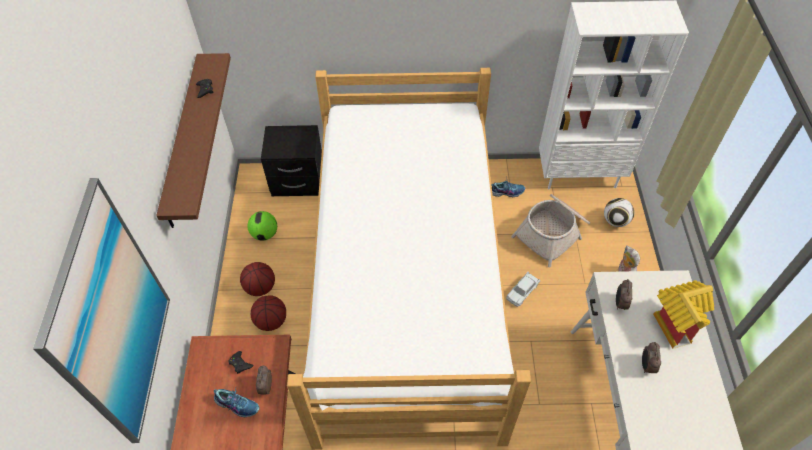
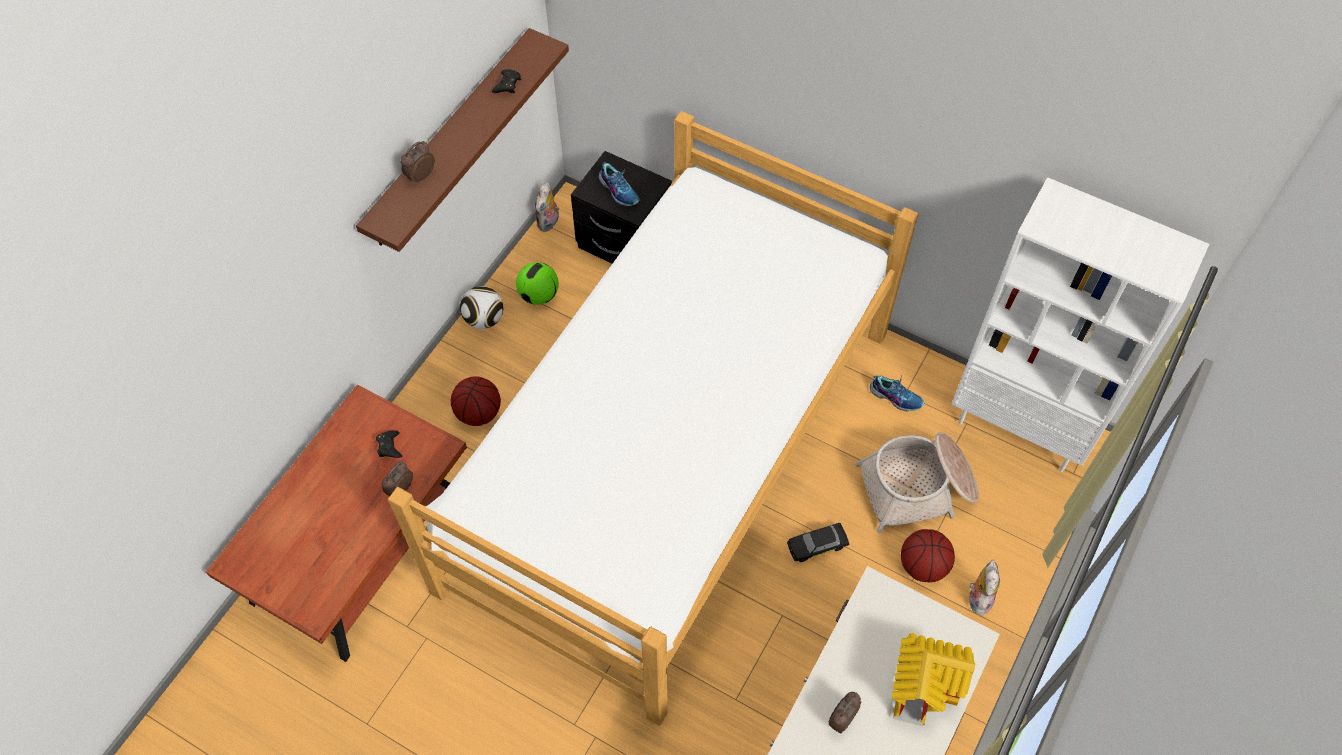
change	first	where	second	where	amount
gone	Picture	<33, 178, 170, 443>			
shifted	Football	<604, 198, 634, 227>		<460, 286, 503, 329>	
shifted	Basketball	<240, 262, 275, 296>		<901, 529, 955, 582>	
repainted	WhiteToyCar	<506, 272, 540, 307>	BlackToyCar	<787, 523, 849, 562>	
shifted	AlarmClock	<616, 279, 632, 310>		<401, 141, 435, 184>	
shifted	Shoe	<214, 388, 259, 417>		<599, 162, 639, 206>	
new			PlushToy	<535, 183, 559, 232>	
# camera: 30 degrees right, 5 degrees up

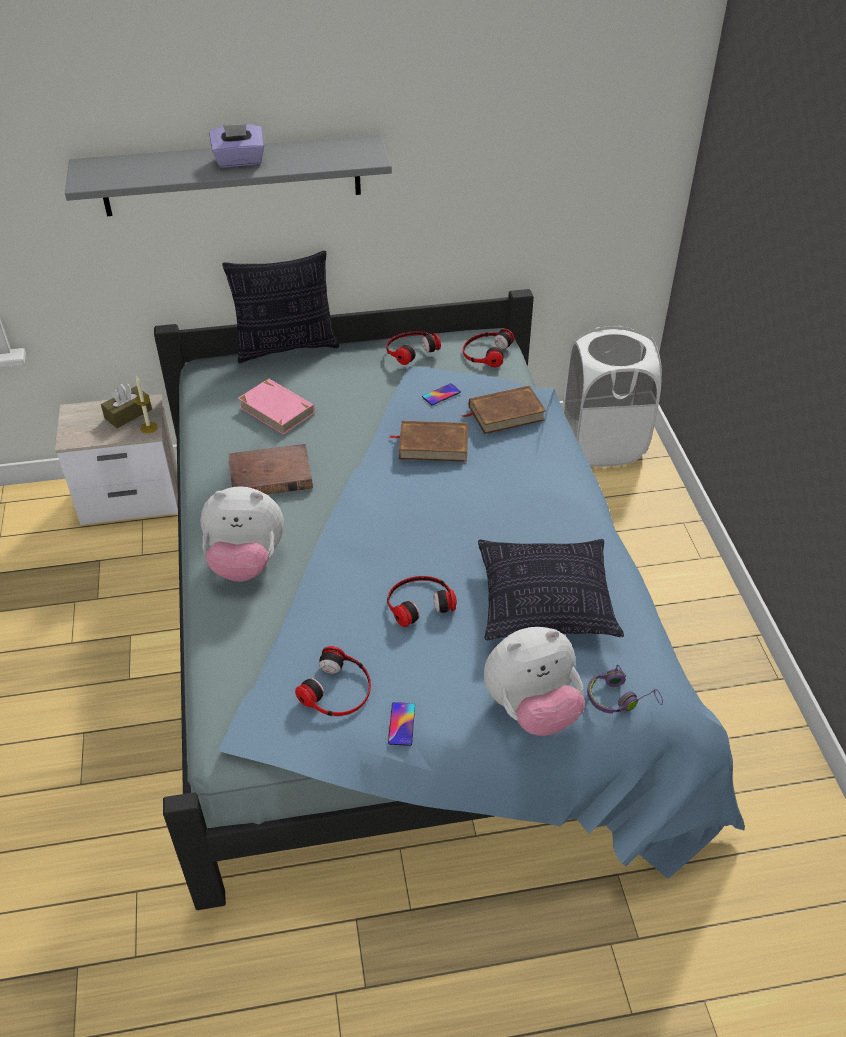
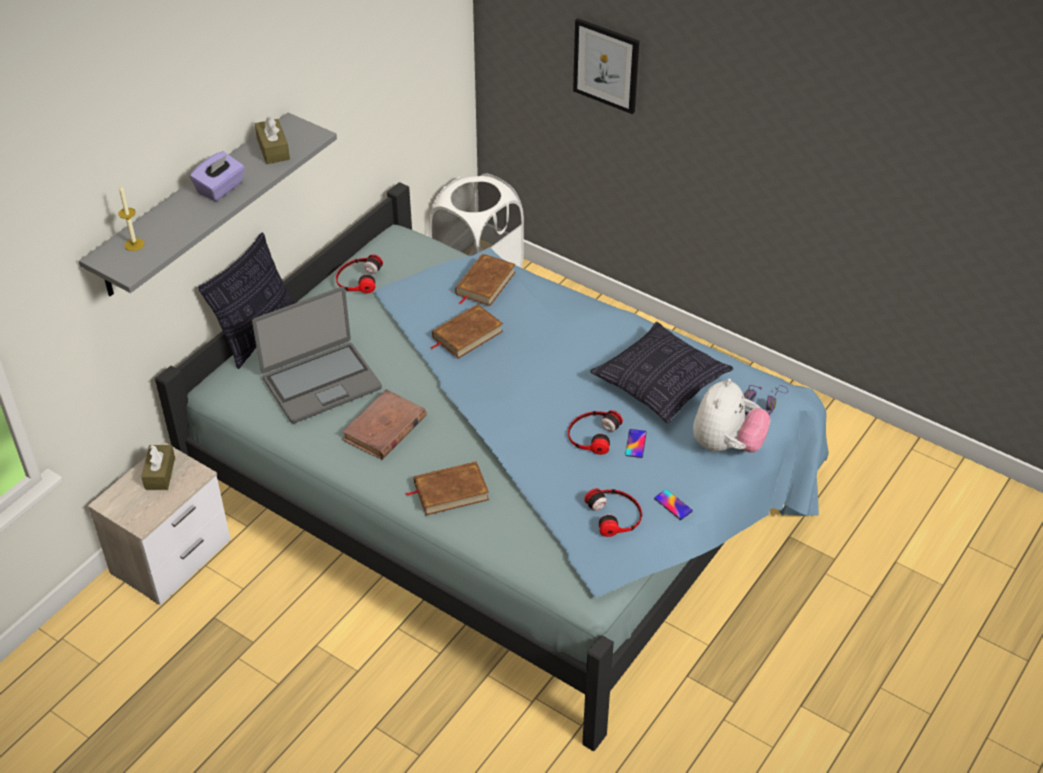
change	first	where	second	where	amount
gone	Headphones	<463, 329, 514, 368>			
shifted	Candle	<135, 376, 158, 433>		<118, 185, 145, 251>	
swapped	PinkBook	<238, 378, 315, 435>	Laptop	<252, 287, 382, 423>	
shifted	Phone	<422, 383, 461, 405>		<625, 429, 647, 458>	
swapped	PlushToy	<200, 486, 284, 582>	BrownBook	<406, 461, 489, 515>	
new			Picture	<573, 18, 639, 114>	
new			BrownTissueBox	<255, 115, 290, 164>	
# camera: 45 degrees left, 0 degrees up

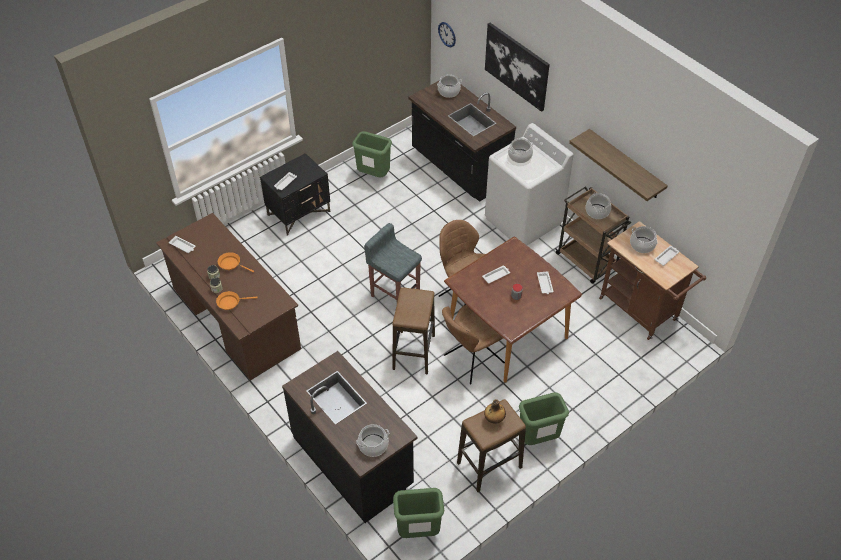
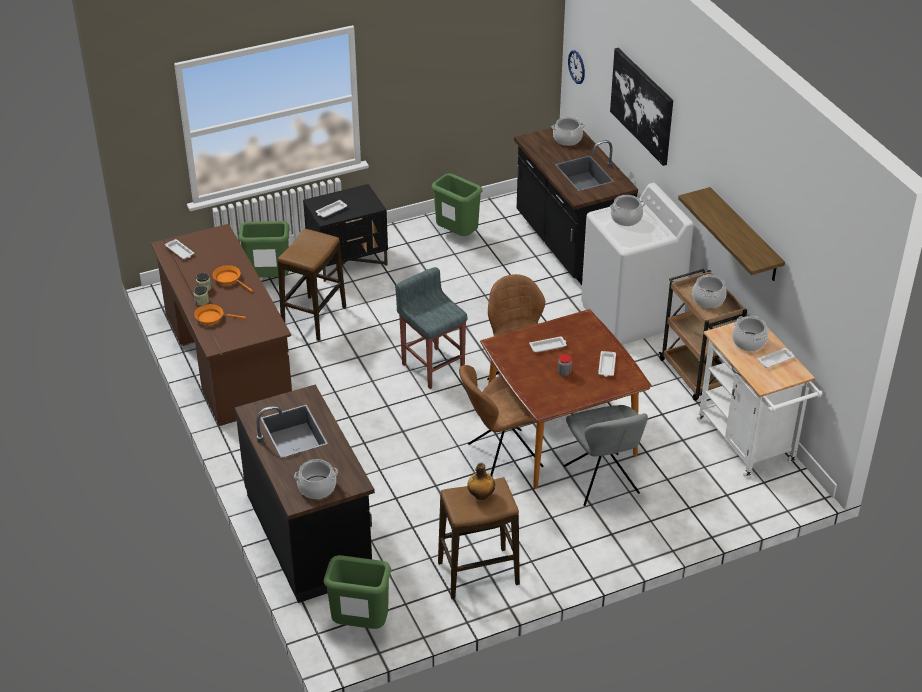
change	first	where	second	where	amount
repainted	BrownCart	<599, 221, 706, 340>	WhiteCart	<697, 316, 823, 477>	
shifted	Stool	<392, 287, 435, 374>		<278, 228, 346, 341>	
shifted	GreenTrashCan	<519, 392, 569, 445>		<238, 221, 290, 277>	
new			GreyChair	<564, 405, 648, 506>	
# camera: 15 degrees right, 10 degrees down

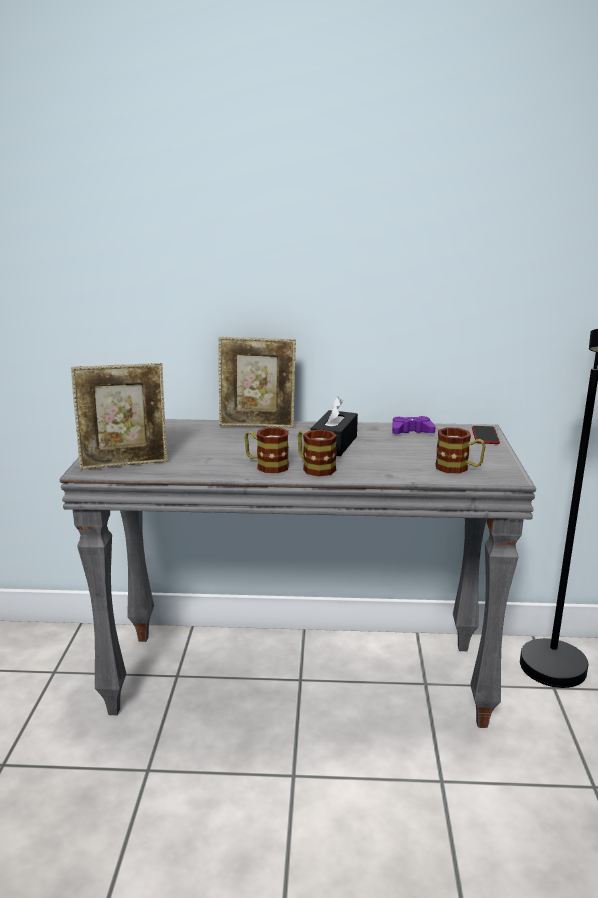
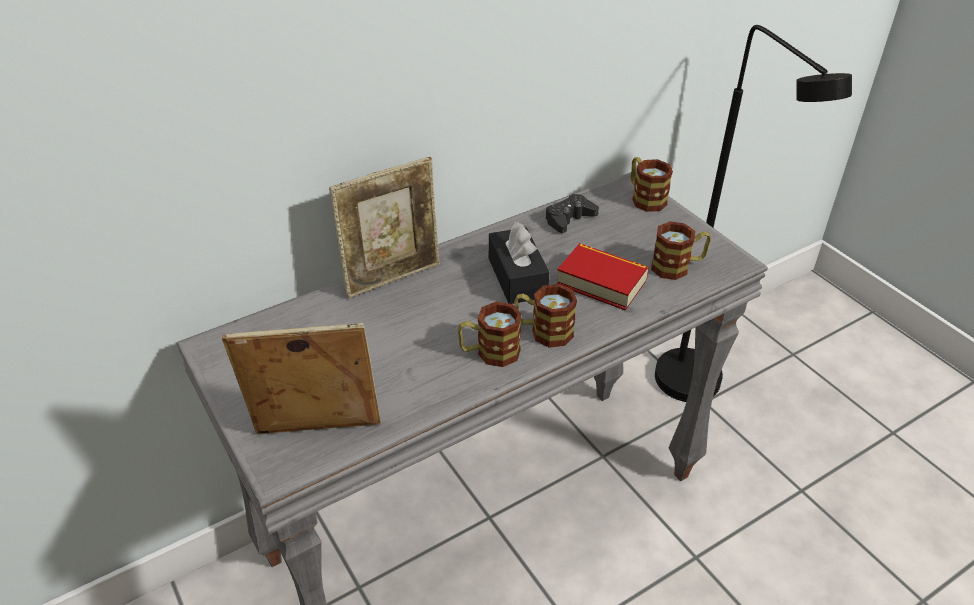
change	first	where	second	where	amount
rotated	PictureFrame	<71, 363, 168, 470>		<222, 323, 381, 434>	135 degrees counterclockwise
repainted	PurpleGameController	<392, 416, 436, 434>	BlackGameController	<545, 194, 599, 233>	
swapped	Phone	<472, 426, 500, 444>	Mug	<631, 157, 673, 212>	
new			Book	<557, 243, 649, 311>	
# camera: 35 degrees left, 20 degrees up

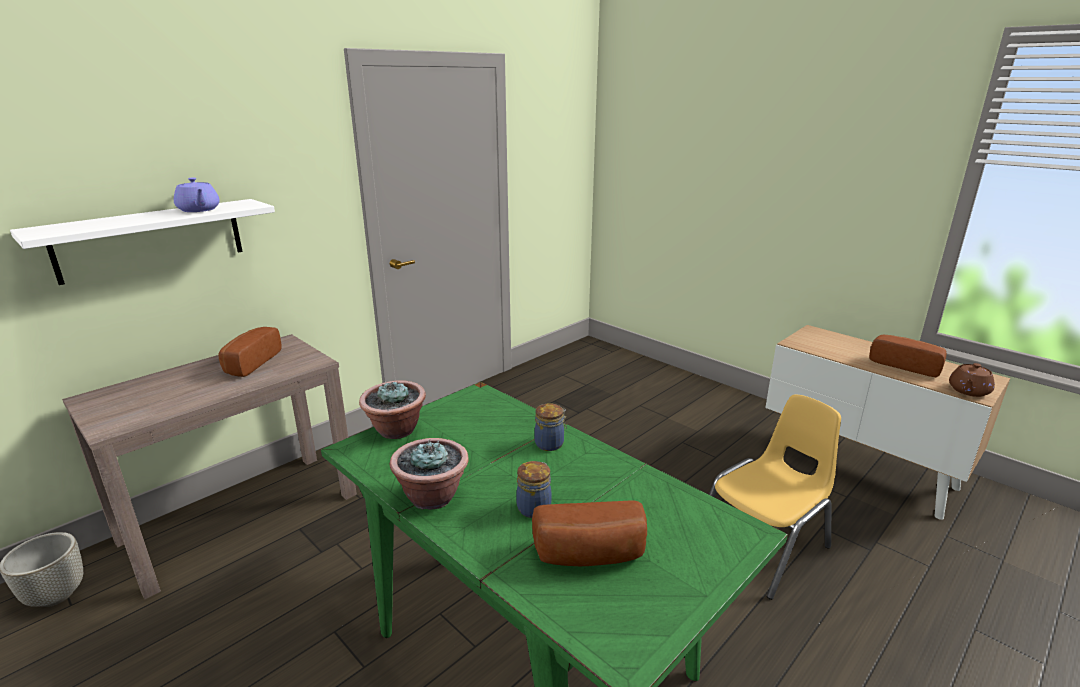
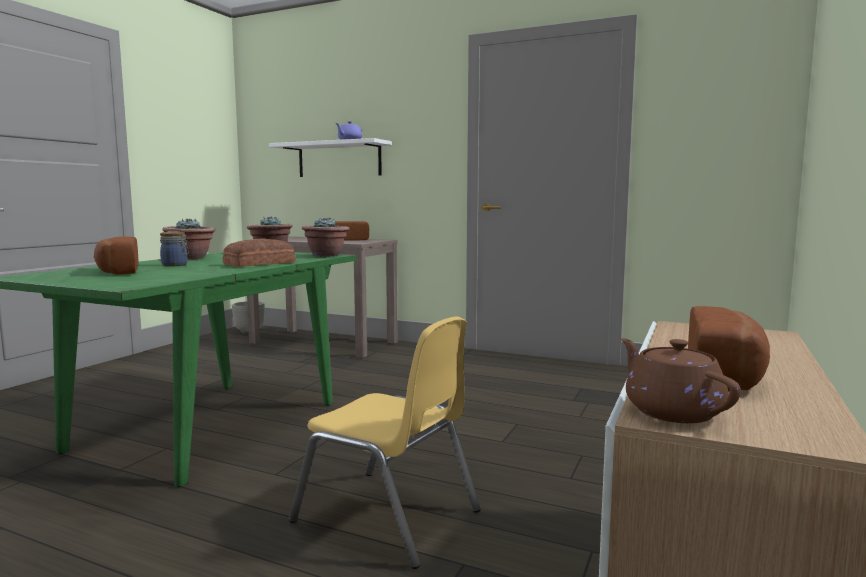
change	first	where	second	where	amount
rotated	BrownTeapot	<949, 363, 995, 397>		<621, 338, 741, 423>	45 degrees clockwise
swapped	Jar	<534, 403, 567, 451>	Bread	<223, 238, 296, 267>	
new			PottedPlant	<302, 218, 349, 257>	
# camera: 70 degrees right, 15 degrees down

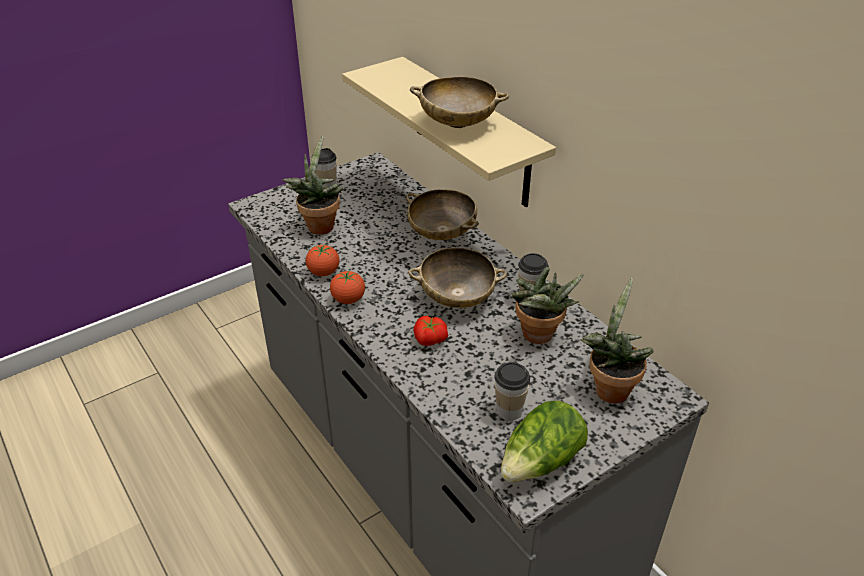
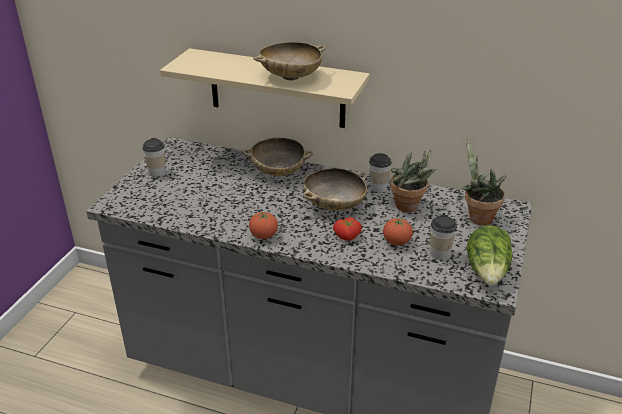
change	first	where	second	where	amount
gone	PottedPlant	<282, 136, 343, 235>			
shifted	Tomato	<306, 244, 339, 276>		<383, 217, 413, 246>	
# camera: 35 degrees left, 5 degrees down

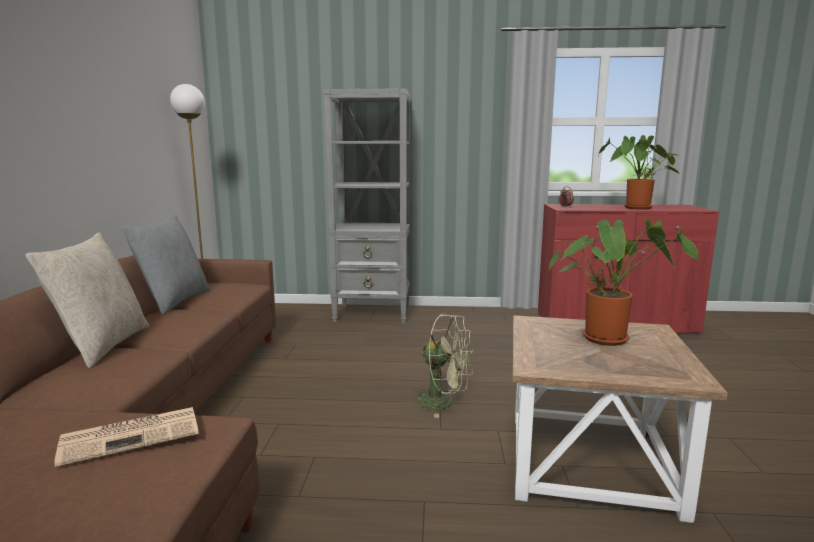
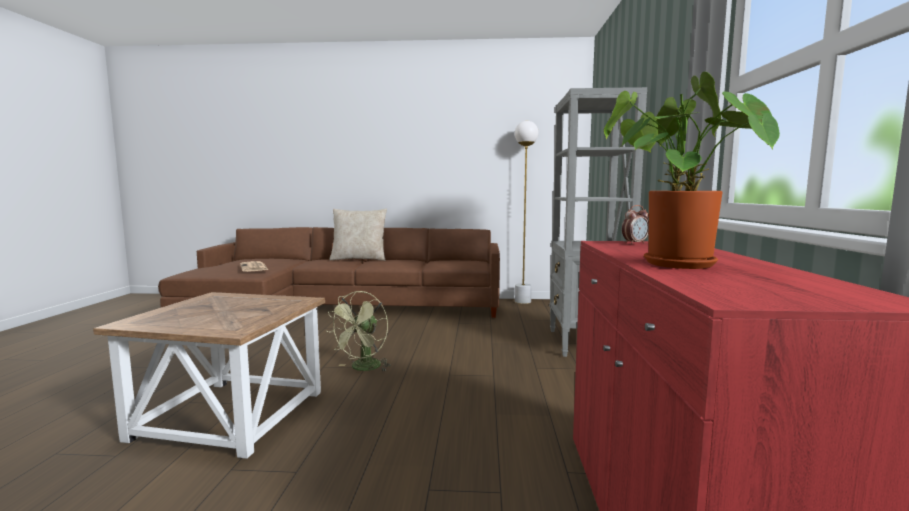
change	first	where	second	where	amount
gone	GreyPillow	<121, 214, 210, 315>			
gone	PottedPlant	<549, 220, 698, 346>			
# camera: 90 degrees right, 5 degrees down

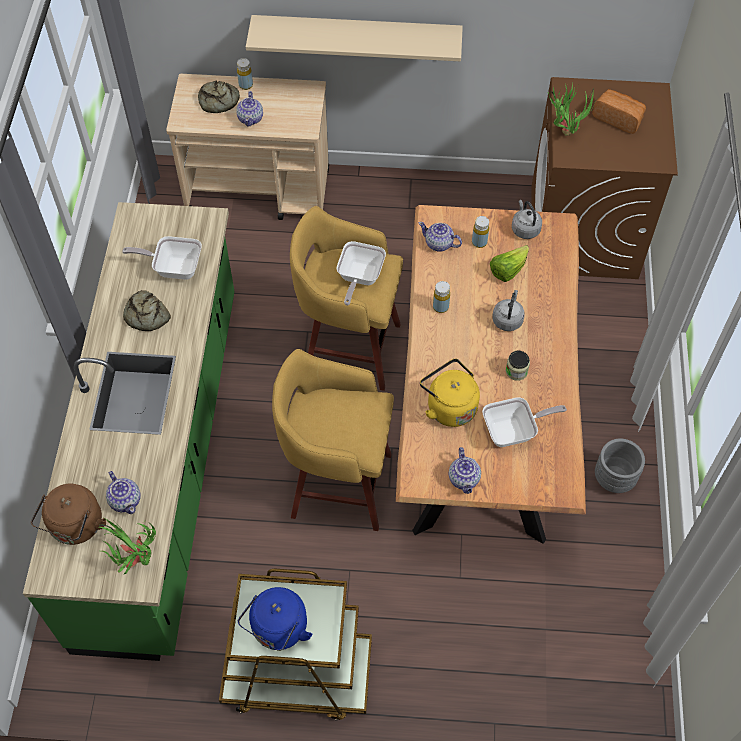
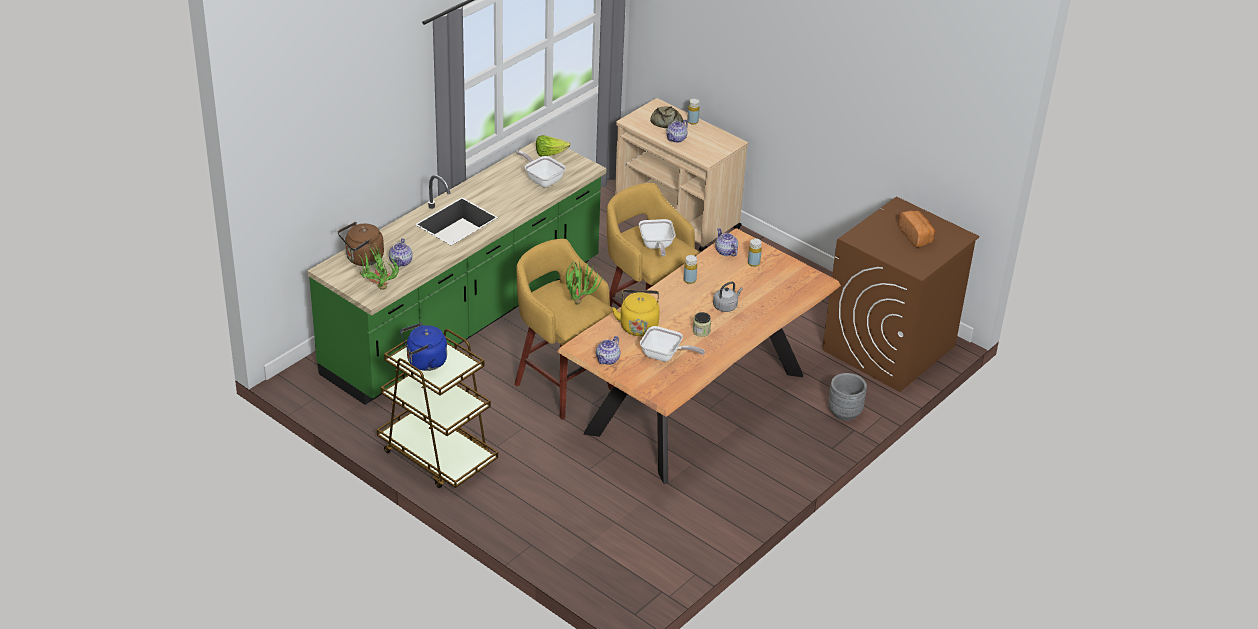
change	first	where	second	where	amount
gone	BeigeShelf	<246, 15, 463, 61>			
shifted	PottedPlant	<547, 82, 596, 136>		<566, 261, 604, 305>	
gone	GreyKettle	<512, 200, 542, 239>			
rotated	FryingPan	<336, 241, 386, 306>		<639, 219, 676, 257>	60 degrees counterclockwise
shifted	Lettuce	<490, 245, 529, 282>		<536, 135, 571, 156>	
gone	Bread	<123, 290, 171, 331>			
shifted	GreyPlanter	<595, 439, 645, 493>		<828, 373, 867, 421>	
# camera: 35 degrees right, 20 degrees down

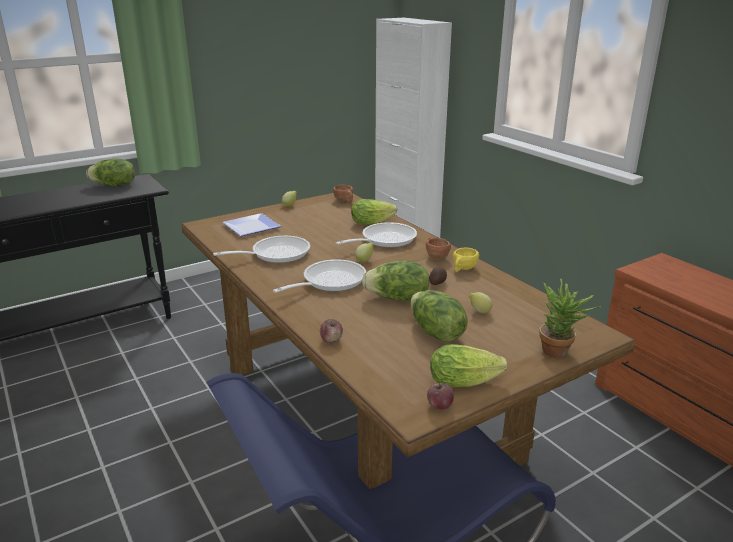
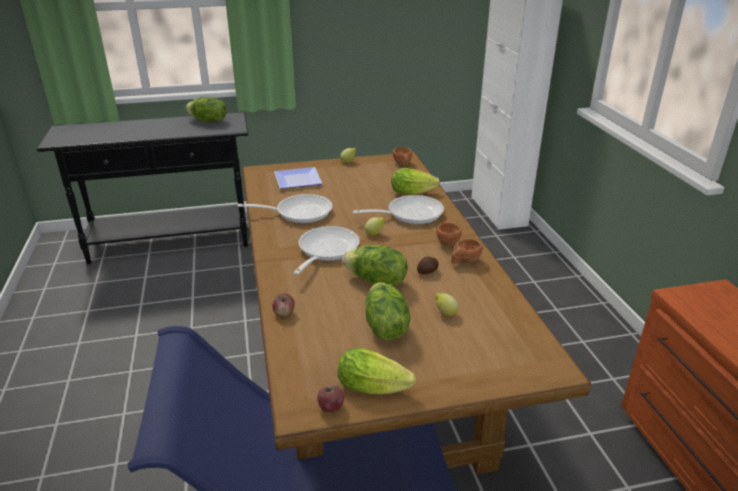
change	first	where	second	where	amount
repainted	YellowCup	<453, 248, 479, 272>	BrownCup	<451, 239, 483, 264>	
rotated	FryingPan	<273, 259, 366, 293>		<293, 226, 360, 275>	45 degrees counterclockwise
gone	PottedPlant	<539, 279, 601, 357>			
# camera: 20 degrees right, 5 degrees up

